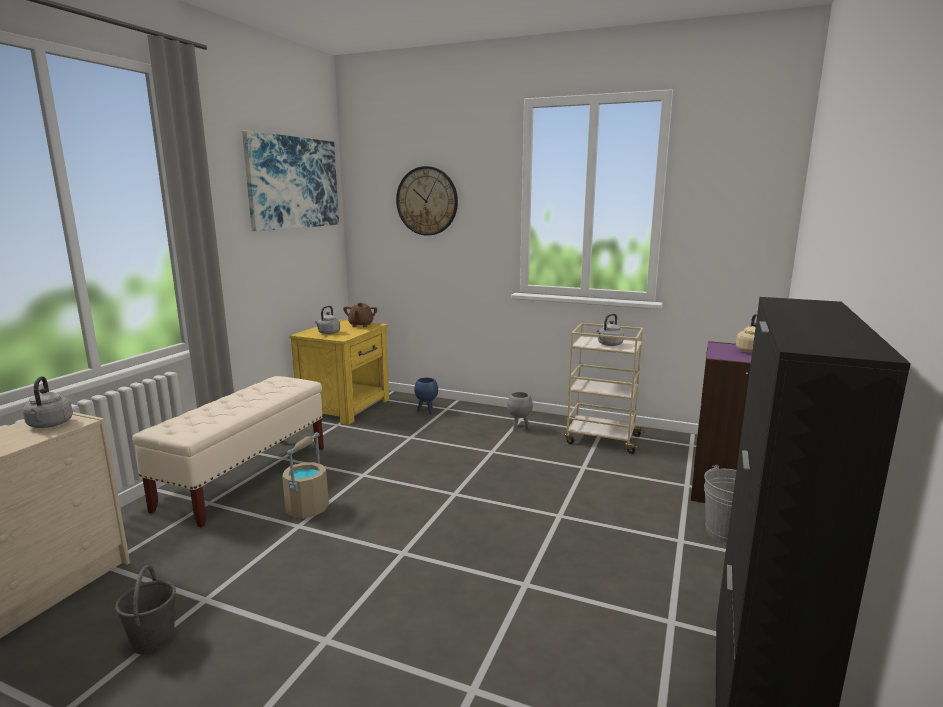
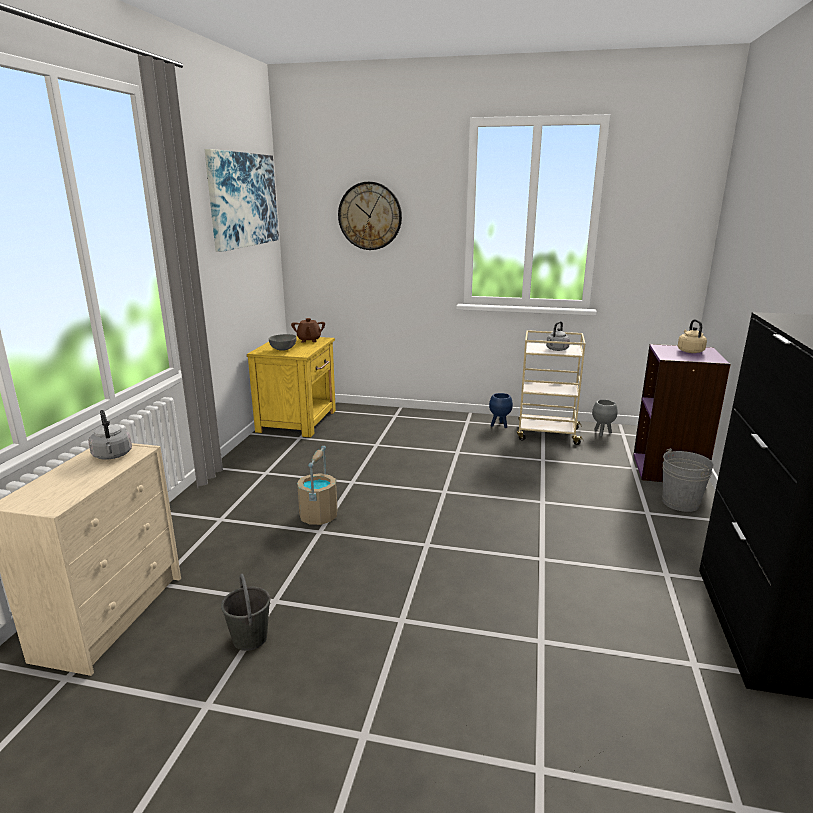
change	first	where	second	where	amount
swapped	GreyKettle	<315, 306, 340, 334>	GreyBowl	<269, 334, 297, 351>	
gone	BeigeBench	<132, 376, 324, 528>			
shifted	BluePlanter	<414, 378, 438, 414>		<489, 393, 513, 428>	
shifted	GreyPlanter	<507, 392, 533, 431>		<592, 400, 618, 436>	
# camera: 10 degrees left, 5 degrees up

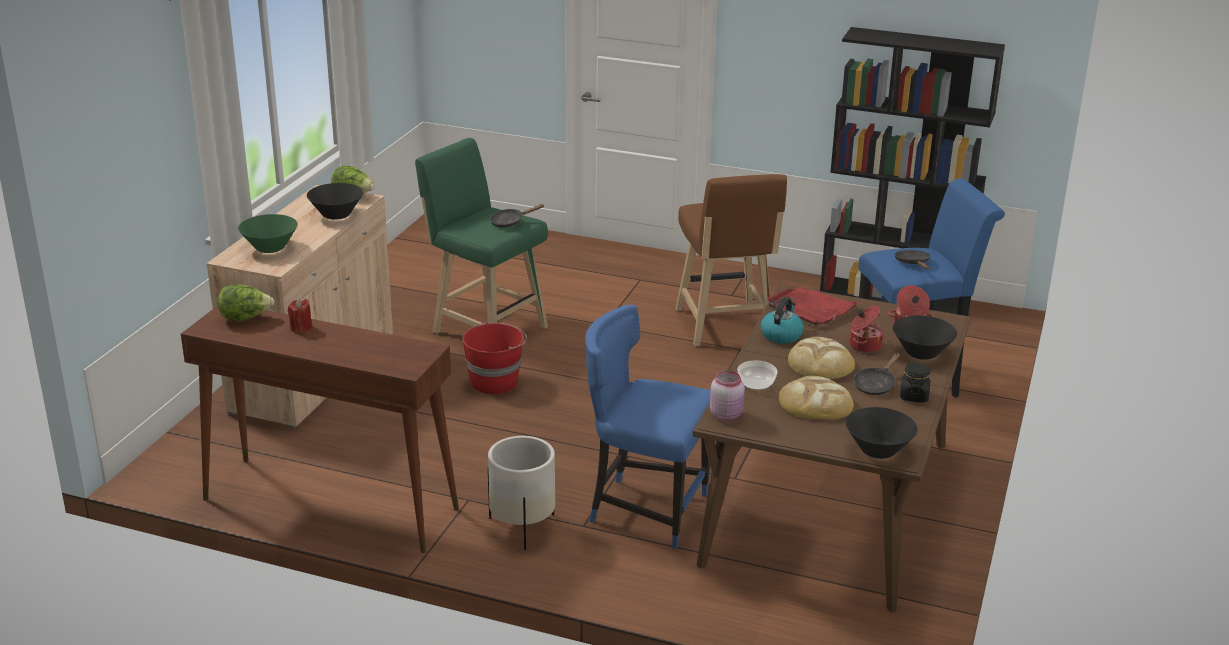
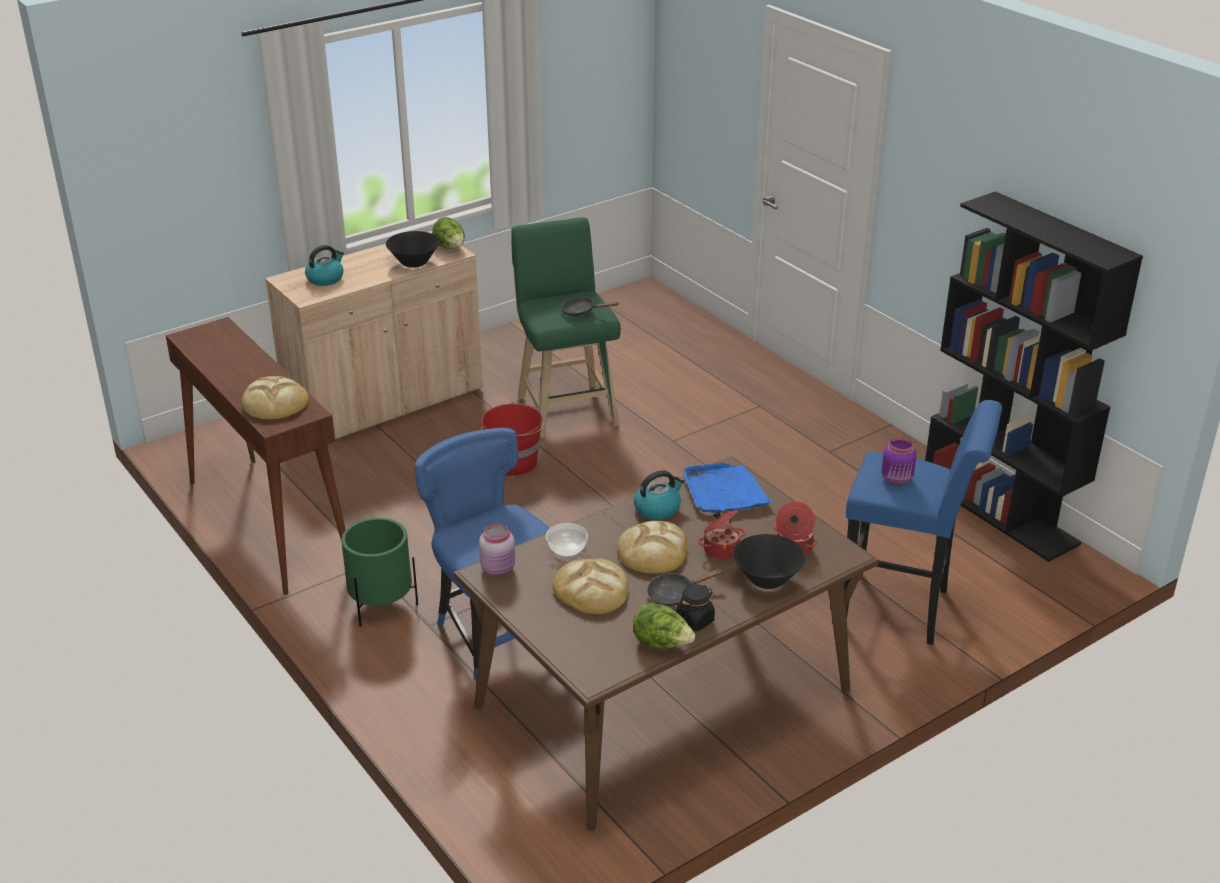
change	first	where	second	where	amount
gone	BrownStool	<675, 174, 787, 347>			
swapped	GreenBowl	<238, 214, 298, 253>	Kettle	<305, 245, 344, 286>	
swapped	BlackFryingPan	<895, 250, 930, 270>	PurpleJar	<881, 437, 917, 485>	
shifted	Lettuce	<218, 284, 274, 321>		<633, 603, 695, 649>	
repainted	RedTray	<766, 287, 860, 326>	BlueTray	<683, 463, 773, 513>	
gone	RedCandle	<288, 299, 312, 333>			
gone	BlackBowl	<846, 407, 918, 459>			
repainted	WhitePlanter	<488, 436, 555, 550>	GreenPlanter	<341, 518, 418, 627>	
new			Bread	<242, 376, 309, 419>	
# camera: 35 degrees right, 5 degrees up

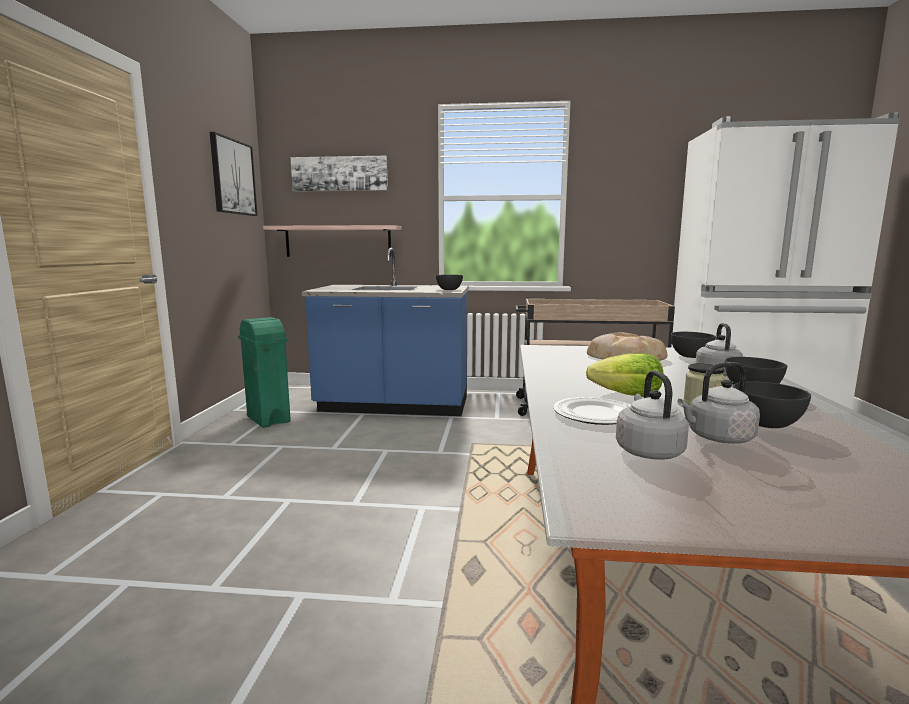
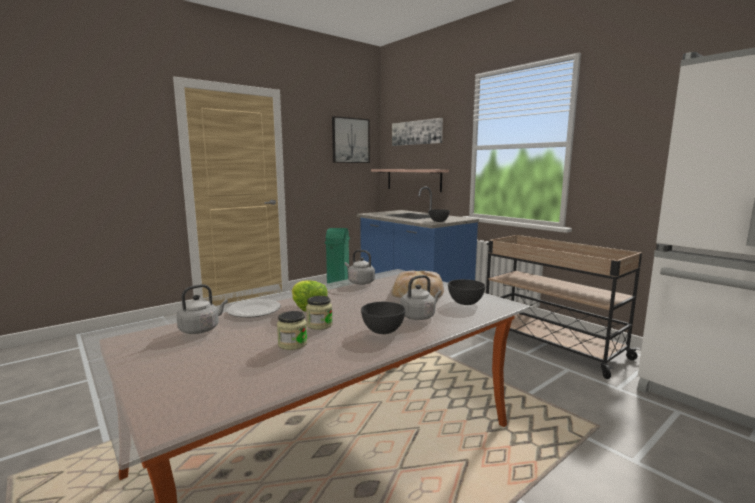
change	first	where	second	where	amount
shifted	GreyKettle	<677, 362, 760, 444>		<345, 250, 375, 285>	
swapped	GreyBowl	<733, 381, 811, 428>	Jar	<277, 311, 307, 350>	
# camera: 45 degrees right, 0 degrees up

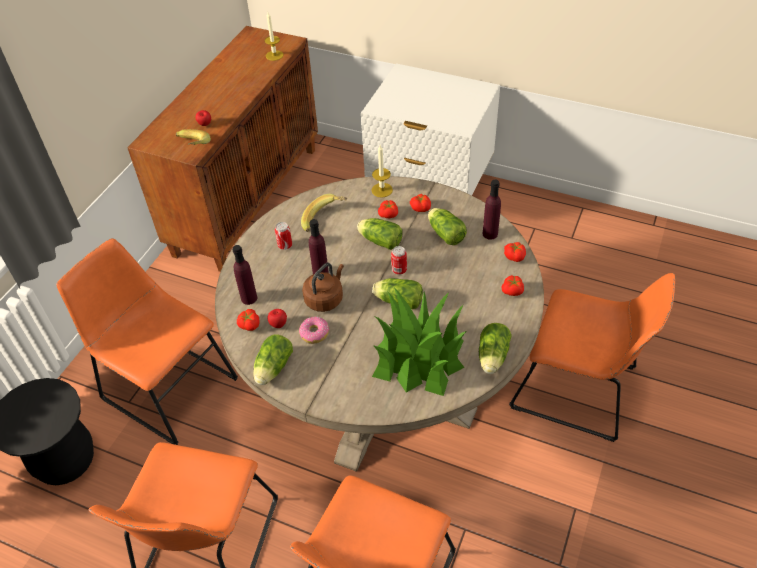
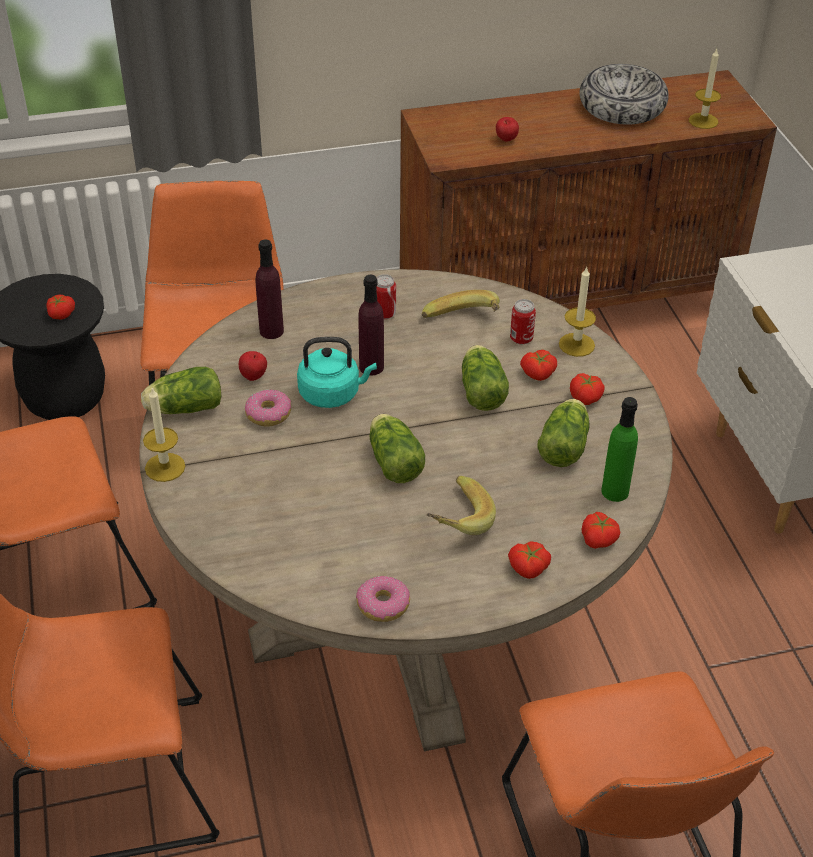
change	first	where	second	where	amount
shifted	Banana	<176, 129, 211, 145>		<426, 476, 496, 535>	
repainted	PurpleBottle	<483, 180, 501, 240>	GreenBottle	<601, 397, 638, 502>	
shifted	Can	<391, 246, 407, 275>		<510, 299, 536, 345>	
repainted	BrownKettle	<302, 263, 344, 312>	TurquoiseKettle	<297, 337, 377, 408>	
gone	PottedPlant	<372, 288, 467, 396>			
shifted	Tomato	<237, 309, 260, 331>		<47, 295, 75, 320>	
swapped	Lettuce	<479, 323, 512, 374>	Donut	<356, 576, 410, 622>	
new			Bowl	<580, 64, 669, 125>	
new			Candle	<143, 388, 185, 482>	
# camera: 50 degrees right, 5 degrees down

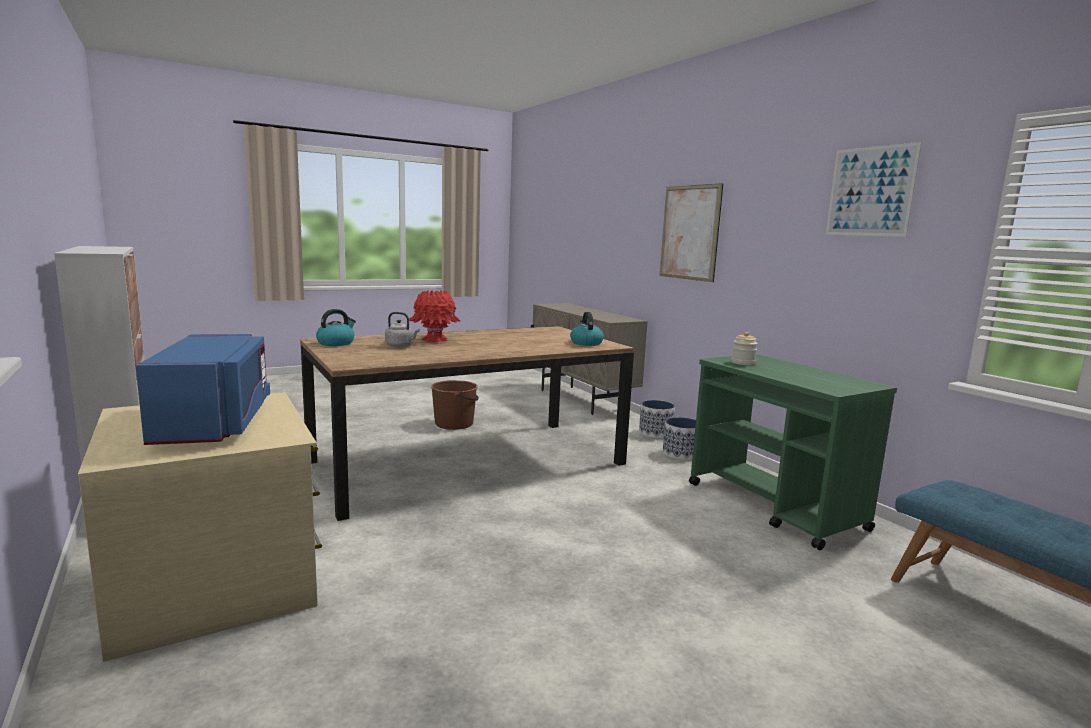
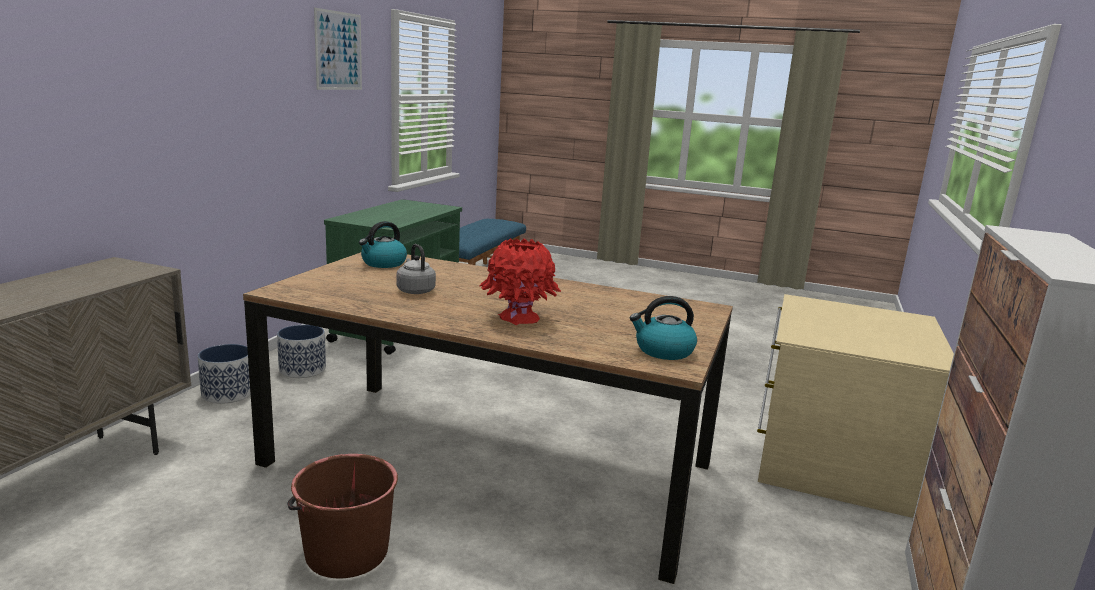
change	first	where	second	where	amount
gone	Picture	<660, 183, 723, 282>			
shifted	GreyKettle	<385, 312, 420, 347>		<396, 244, 436, 294>	
gone	Jar	<731, 332, 758, 365>			
gone	BlueMicrowave	<136, 334, 270, 445>			
# camera: 130 degrees left, 5 degrees up

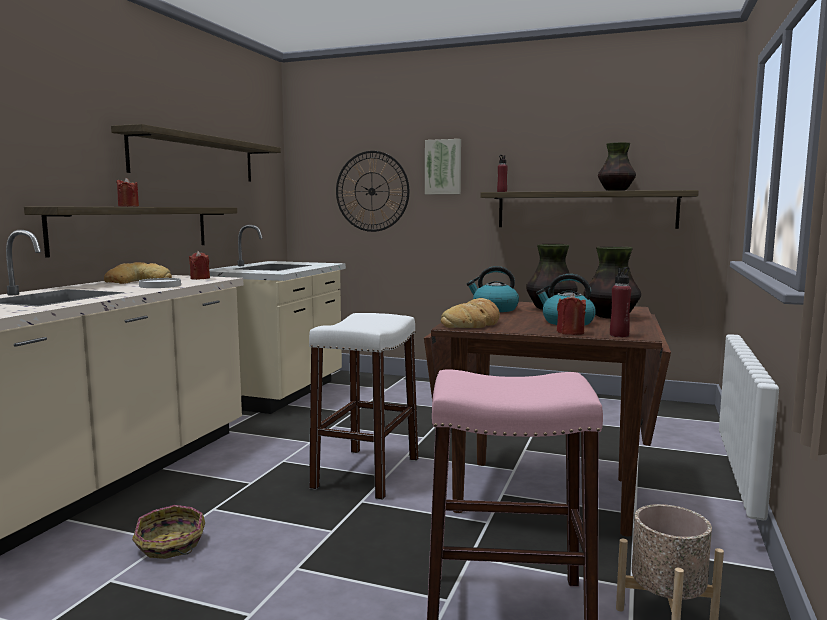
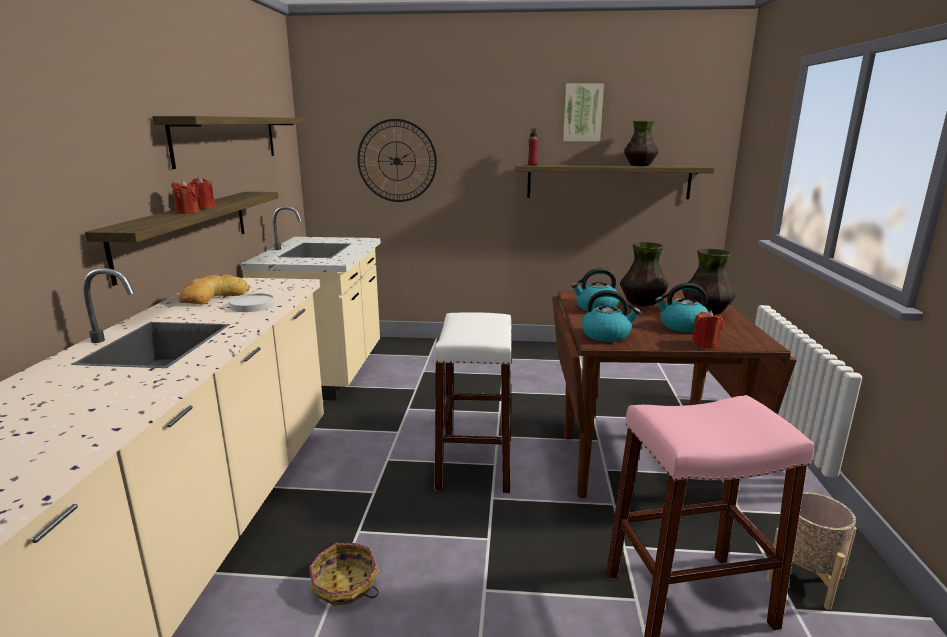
change	first	where	second	where	amount
shifted	Picture	<425, 139, 461, 195>		<563, 83, 604, 141>	
shifted	RedCandle	<189, 251, 210, 280>		<189, 177, 216, 209>	
gone	RedBottle	<610, 267, 631, 337>			
swapped	Bread	<441, 298, 500, 328>	Kettle	<582, 290, 641, 342>	
# camera: 15 degrees left, 10 degrees up

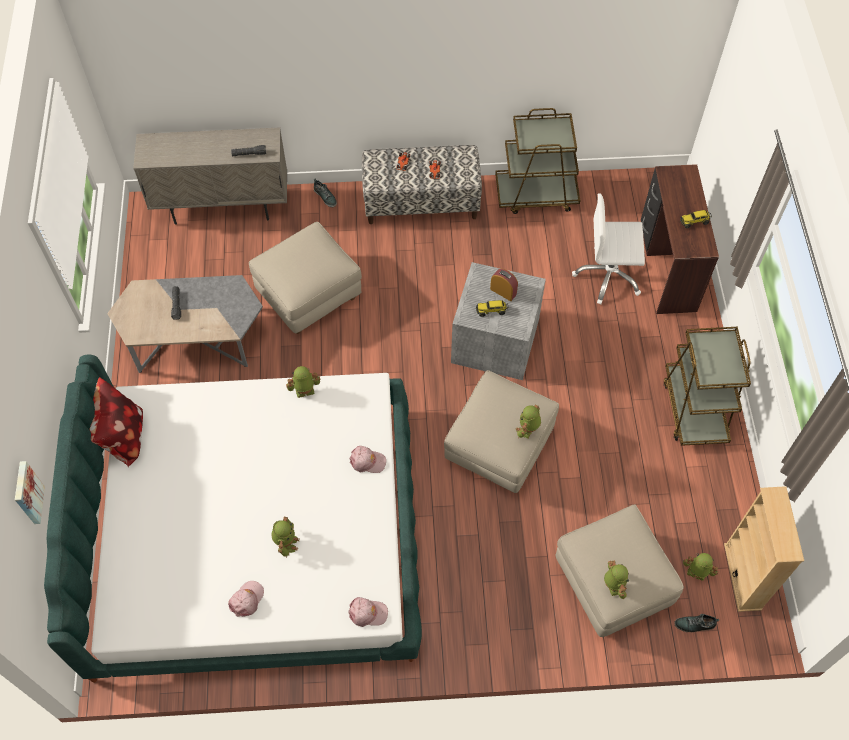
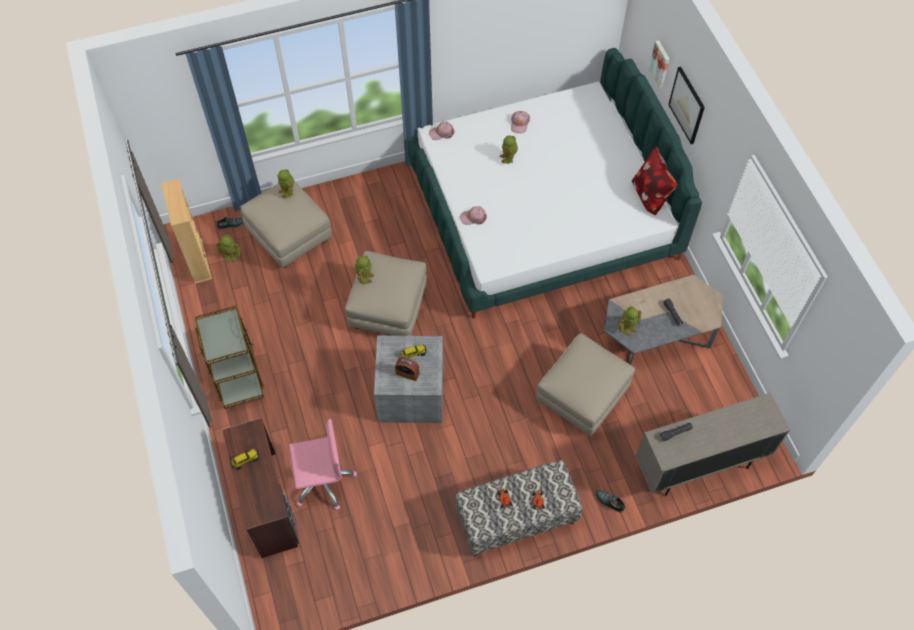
change	first	where	second	where	amount
gone	BrownCart	<495, 108, 580, 214>			
repainted	WhiteOfficeChair	<572, 193, 645, 304>	PinkOfficeChair	<289, 419, 357, 510>	
shifted	ToyRobot	<286, 366, 320, 398>		<618, 306, 642, 336>	
new			Picture	<668, 66, 705, 144>	
# camera: 165 degrees right, 0 degrees up

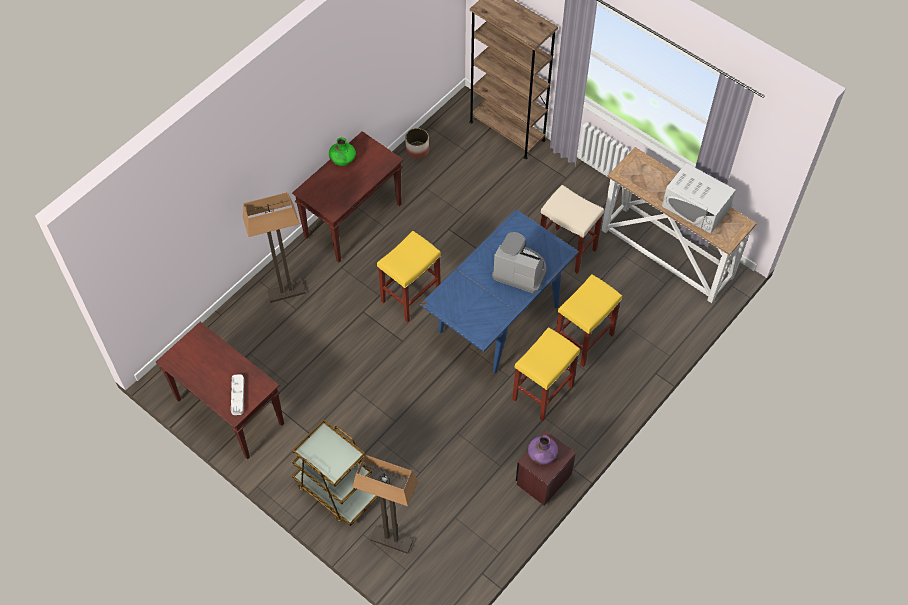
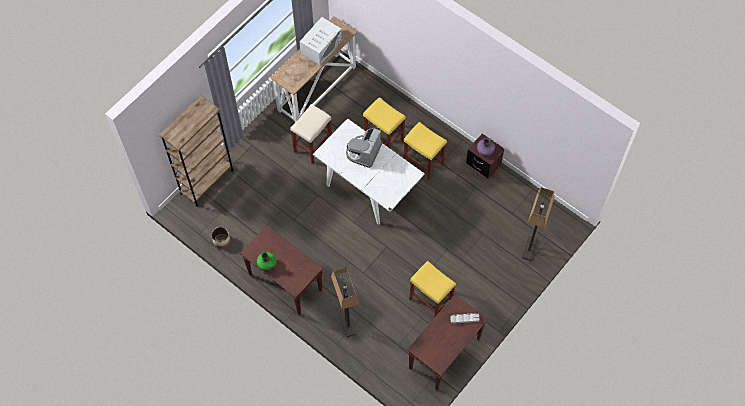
change	first	where	second	where	amount
repainted	BlueDiningTable	<420, 209, 579, 373>	WhiteDiningTable	<313, 118, 425, 225>	
shifted	YellowStool	<377, 231, 441, 323>		<409, 261, 456, 318>	
gone	BrownCart	<292, 420, 379, 526>			
# camera: 90 degrees left, 5 degrees up

